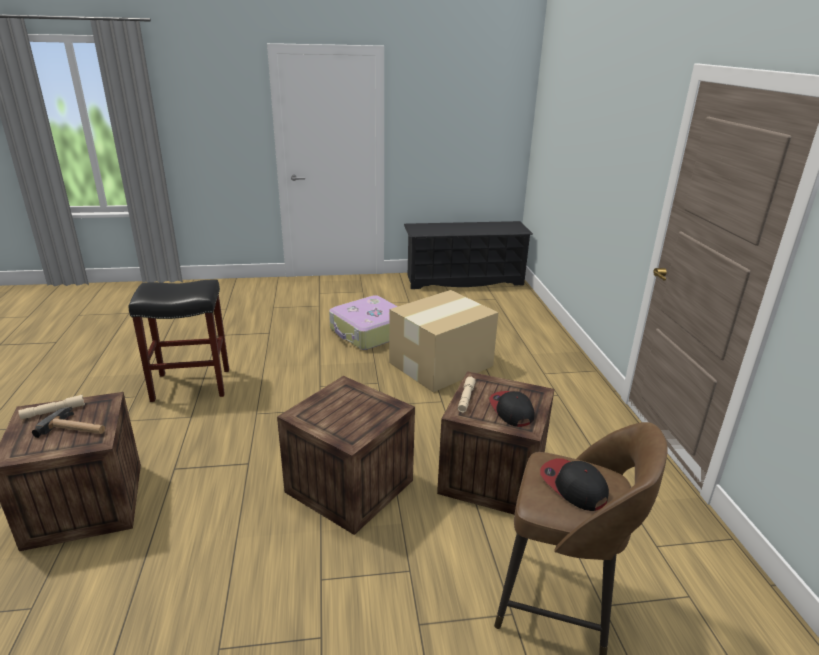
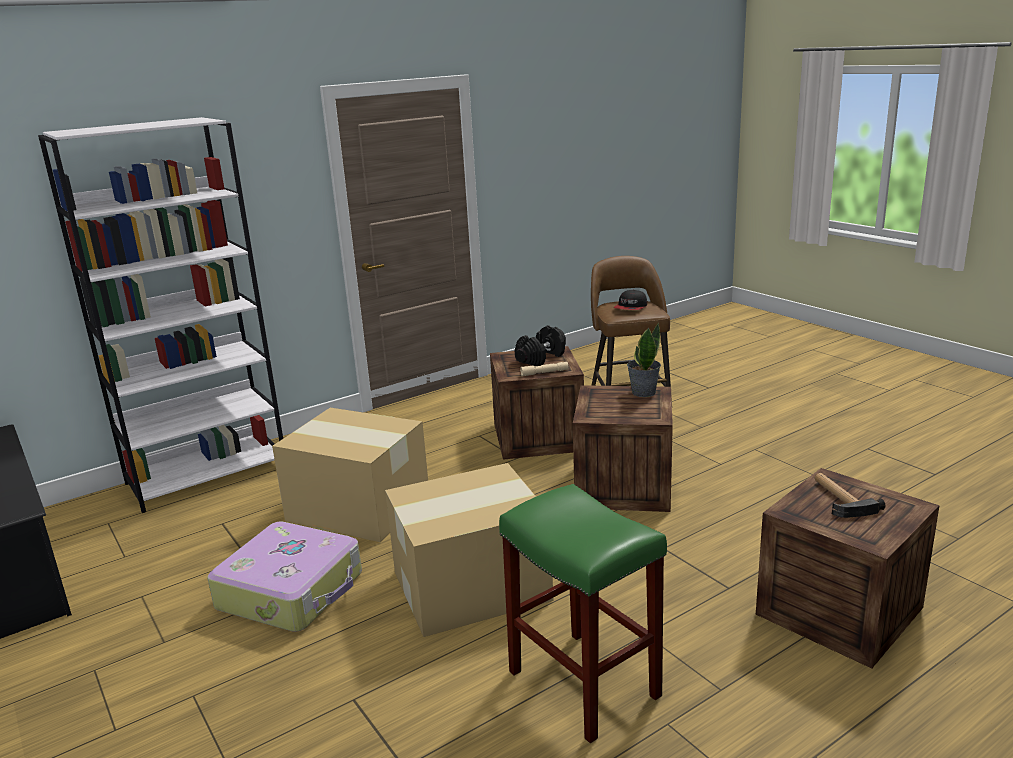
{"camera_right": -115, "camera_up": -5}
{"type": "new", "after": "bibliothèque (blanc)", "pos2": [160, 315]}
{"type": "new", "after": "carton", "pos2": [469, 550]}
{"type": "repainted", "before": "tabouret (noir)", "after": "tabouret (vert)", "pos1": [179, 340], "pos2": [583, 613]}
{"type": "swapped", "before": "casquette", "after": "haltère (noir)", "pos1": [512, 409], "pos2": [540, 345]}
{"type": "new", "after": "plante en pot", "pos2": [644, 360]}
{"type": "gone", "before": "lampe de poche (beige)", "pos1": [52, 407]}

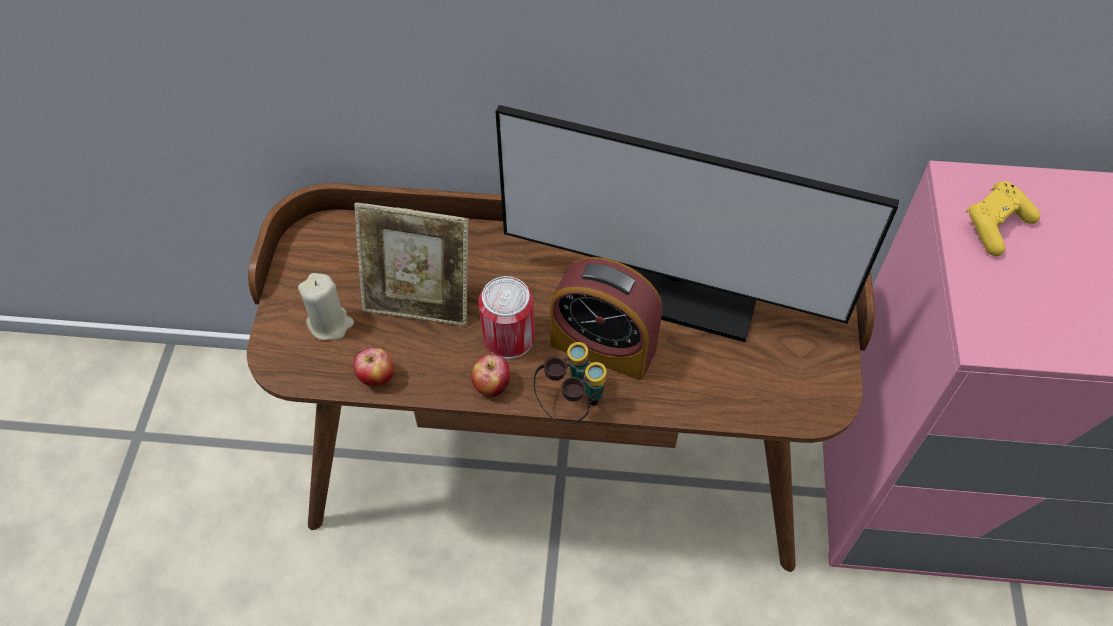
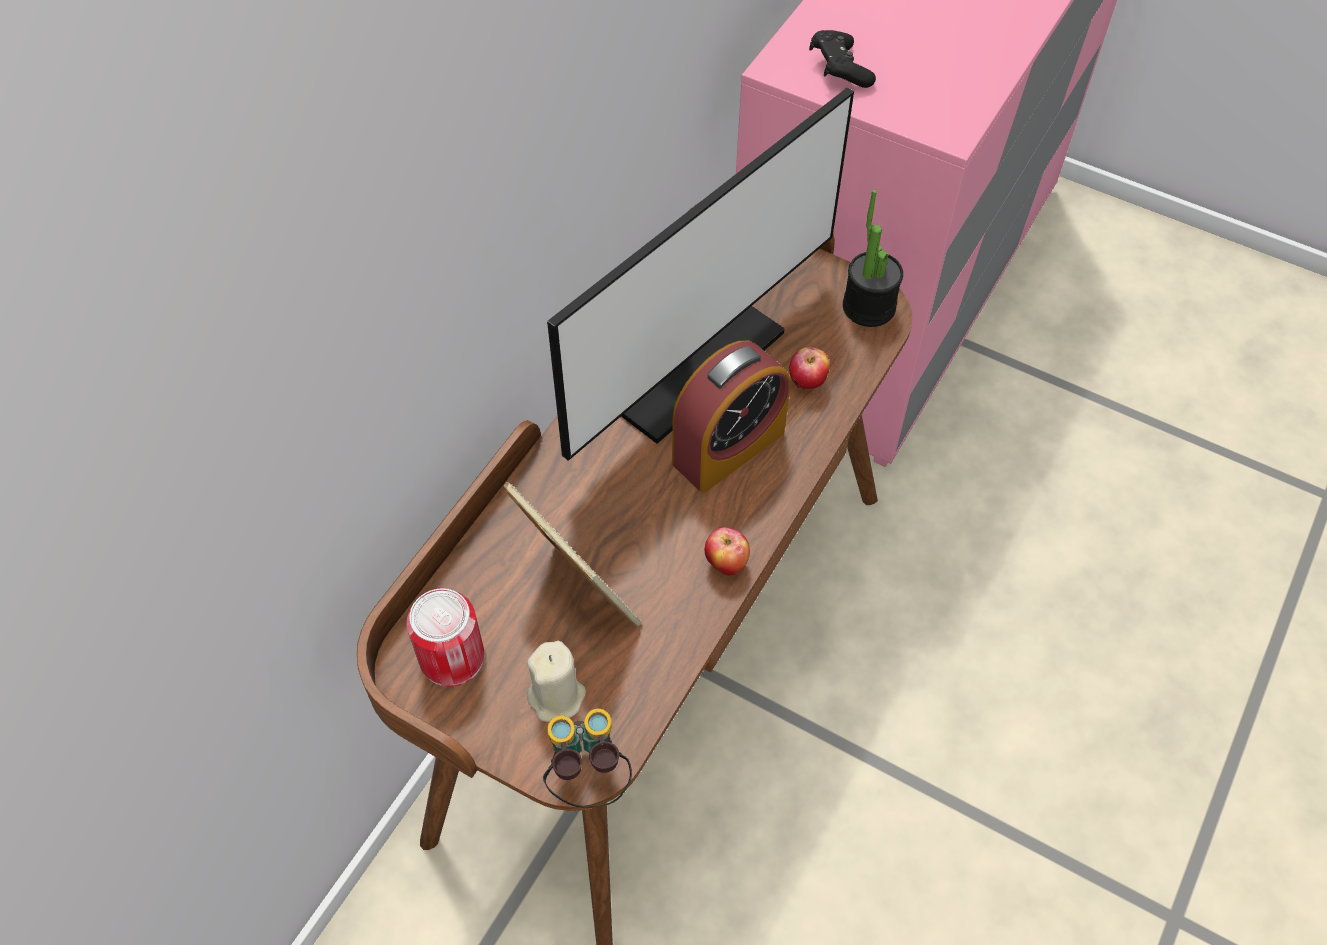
{"camera_right": -65, "camera_up": 0}
{"type": "shifted", "before": "boîte métallique", "pos1": [506, 317], "pos2": [445, 637]}
{"type": "rotated", "before": "cadre photo", "pos1": [411, 264], "pos2": [572, 554], "turn": -75}
{"type": "shifted", "before": "jumelles", "pos1": [570, 383], "pos2": [587, 758]}
{"type": "shifted", "before": "pomme", "pos1": [373, 366], "pos2": [809, 368]}
{"type": "repainted", "before": "manette (jaune)", "after": "manette (noir)", "pos1": [1003, 218], "pos2": [842, 59]}
{"type": "new", "after": "plante en pot", "pos2": [873, 258]}

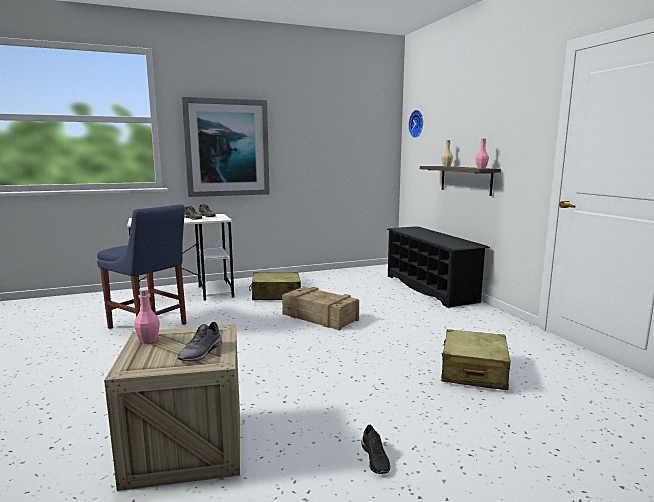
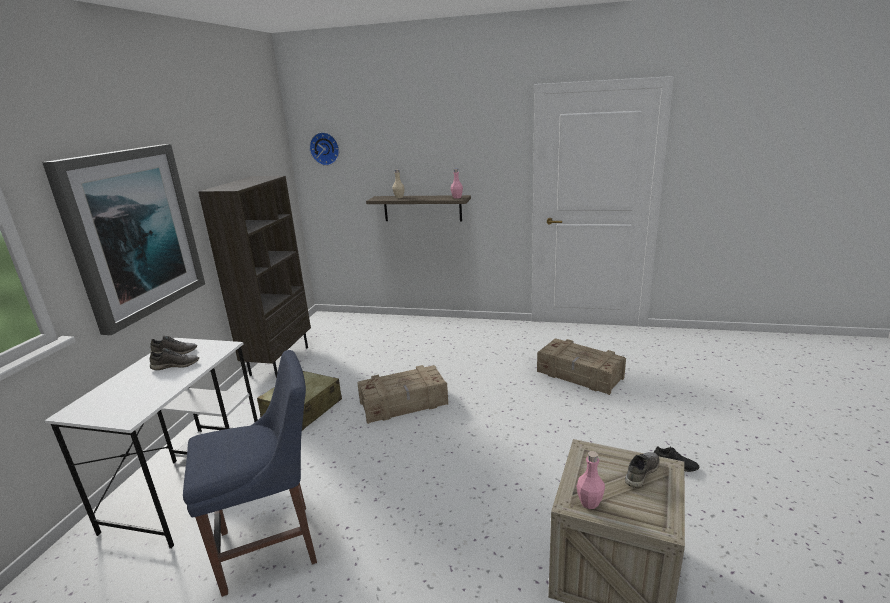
{"camera_right": -55, "camera_up": 10}
{"type": "new", "after": "bibliothèque (marron)", "pos2": [254, 277]}
{"type": "swapped", "before": "valise (beige)", "after": "caisse", "pos1": [476, 359], "pos2": [581, 366]}
{"type": "rotated", "before": "chaussure (gris)", "pos1": [199, 341], "pos2": [642, 470], "turn": -105}
{"type": "gone", "before": "étagère à chaussures (noir)", "pos1": [438, 267]}

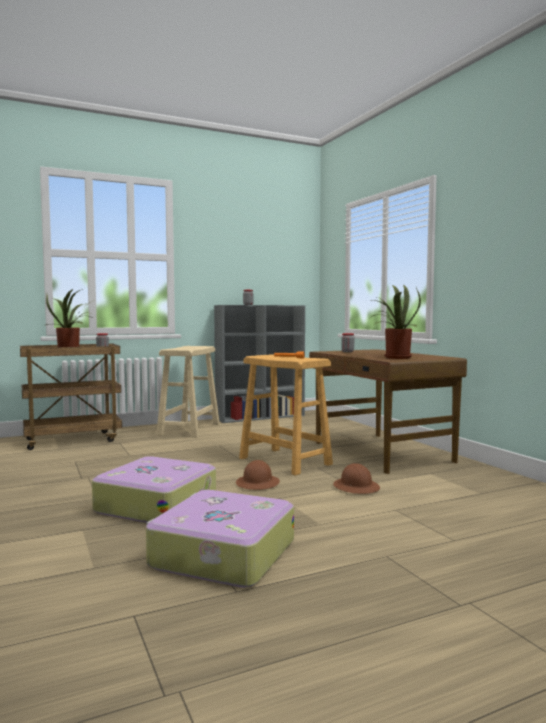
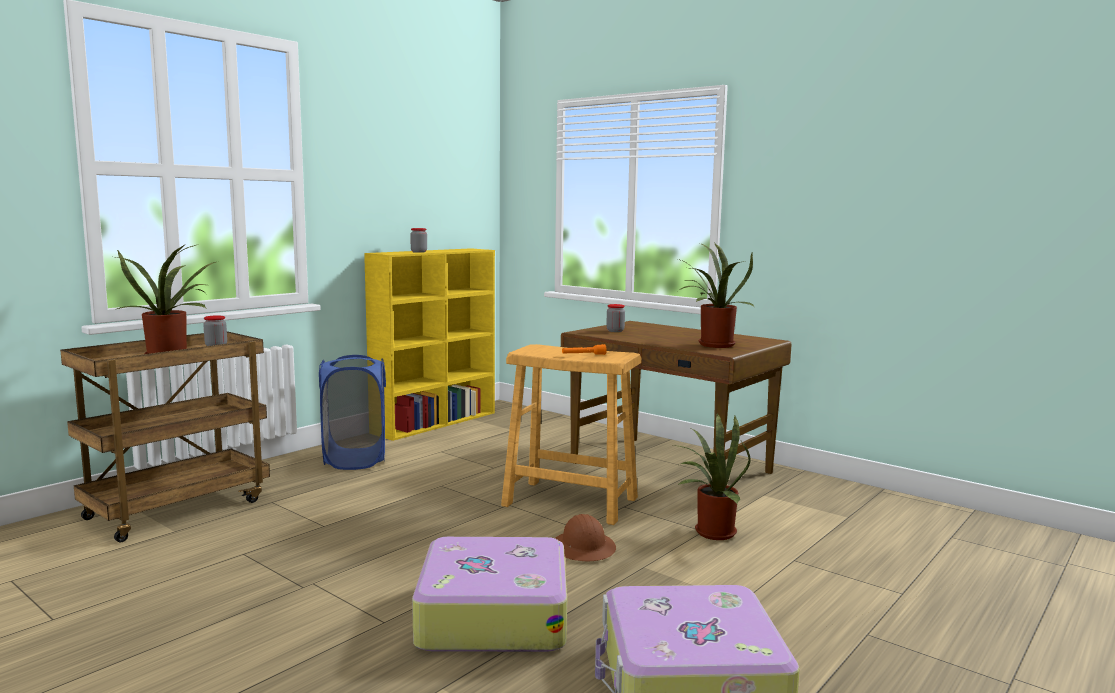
{"camera_right": -25, "camera_up": 5}
{"type": "swapped", "before": "tabouret (beige)", "after": "panier à linge (bleu)", "pos1": [188, 392], "pos2": [352, 412]}
{"type": "repainted", "before": "bibliothèque (gris)", "after": "bibliothèque (jaune)", "pos1": [259, 364], "pos2": [429, 344]}
{"type": "swapped", "before": "casque de chantier (marron)", "after": "plante en pot", "pos1": [356, 478], "pos2": [712, 476]}

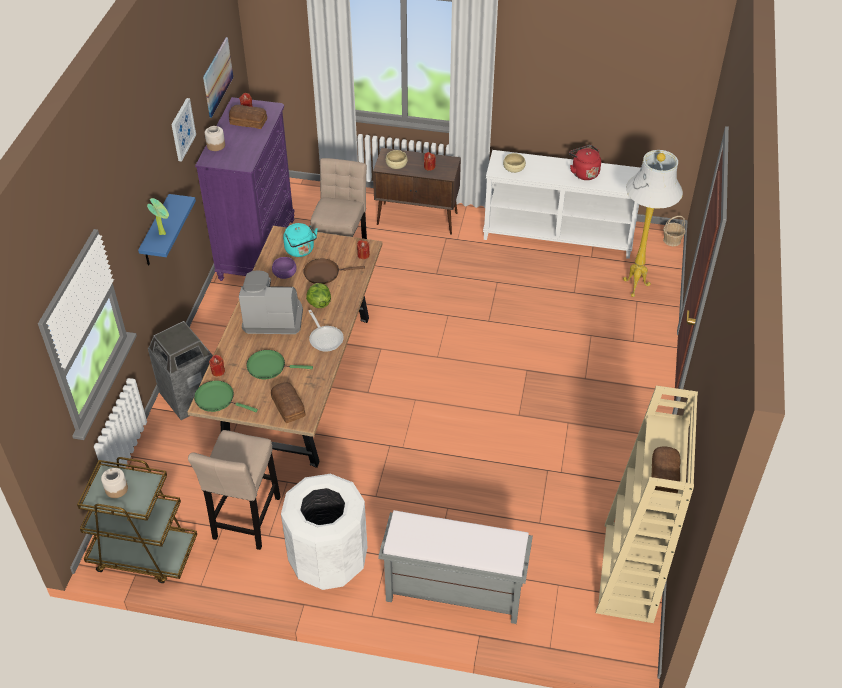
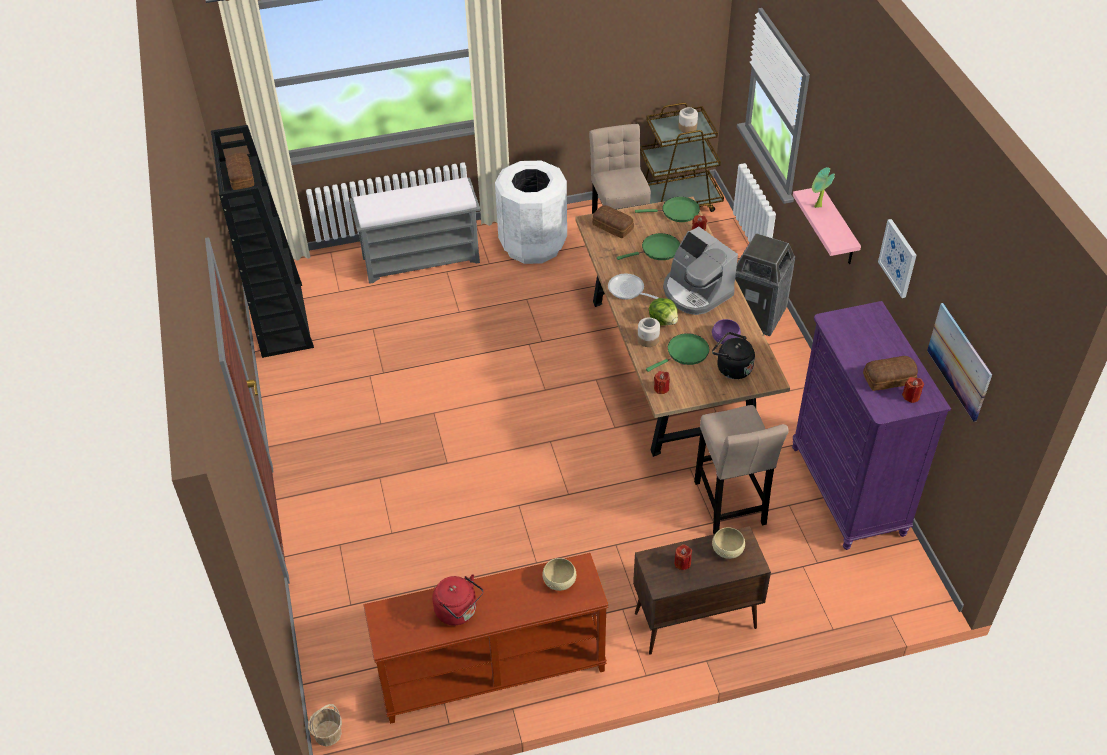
{"camera_right": 155, "camera_up": 0}
{"type": "repainted", "before": "bibliothèque (beige)", "after": "bibliothèque (noir)", "pos1": [647, 504], "pos2": [262, 241]}
{"type": "repainted", "before": "table console (blanc)", "after": "table console (marron)", "pos1": [561, 204], "pos2": [485, 638]}
{"type": "shifted", "before": "bocal", "pos1": [215, 138], "pos2": [648, 332]}
{"type": "repainted", "before": "poêle (marron)", "after": "poêle (vert)", "pos1": [334, 271], "pos2": [677, 352]}
{"type": "rotated", "before": "machine à café", "pos1": [271, 302], "pos2": [700, 270], "turn": 75}
{"type": "repainted", "before": "bouilloire (turquoise)", "after": "bouilloire (noir)", "pos1": [300, 240], "pos2": [733, 355]}
{"type": "repainted", "before": "étagère (bleu)", "after": "étagère (rose)", "pos1": [167, 230], "pos2": [827, 226]}
{"type": "gone", "before": "lampadaire (blanc)", "pos1": [653, 223]}

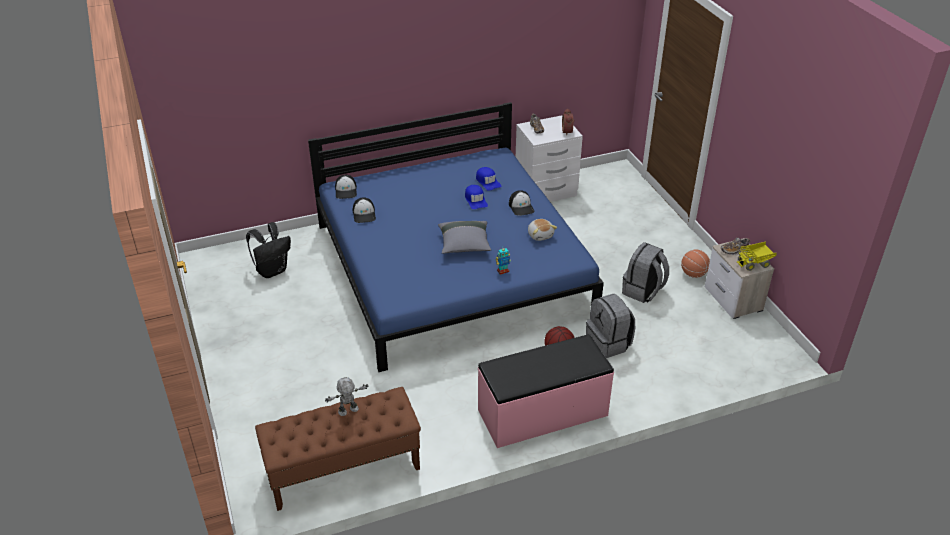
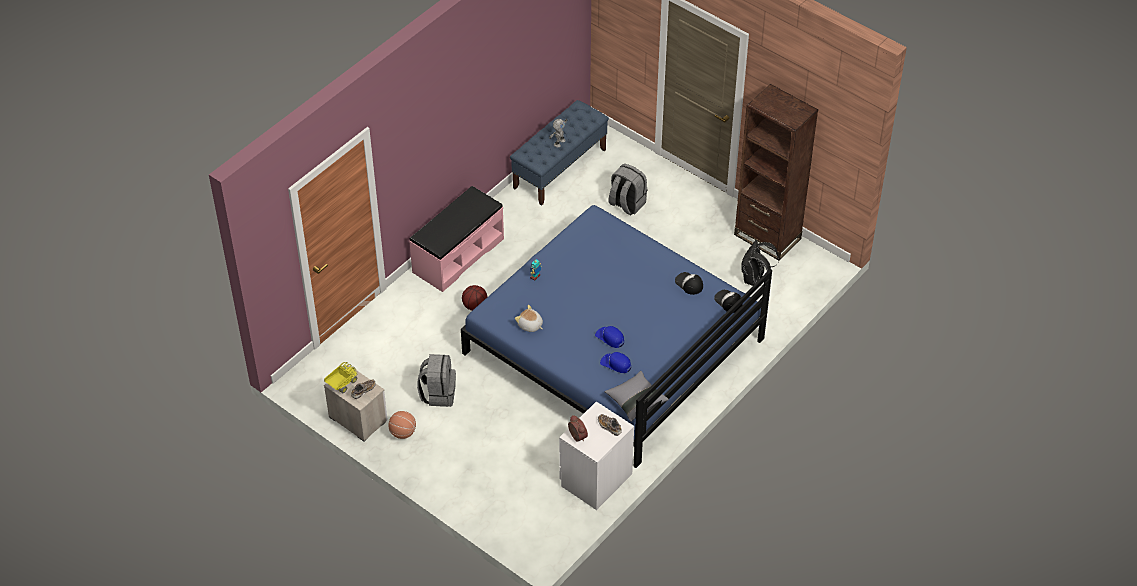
{"camera_right": 150, "camera_up": 10}
{"type": "repainted", "before": "banc (marron)", "after": "banc (bleu)", "pos1": [338, 449], "pos2": [559, 152]}
{"type": "shifted", "before": "coussin (gris)", "pos1": [464, 237], "pos2": [636, 396]}
{"type": "shifted", "before": "sac à dos (gris)", "pos1": [610, 326], "pos2": [627, 189]}
{"type": "new", "after": "bibliothèque (marron)", "pos2": [776, 172]}
{"type": "gone", "before": "casquette", "pos1": [522, 203]}

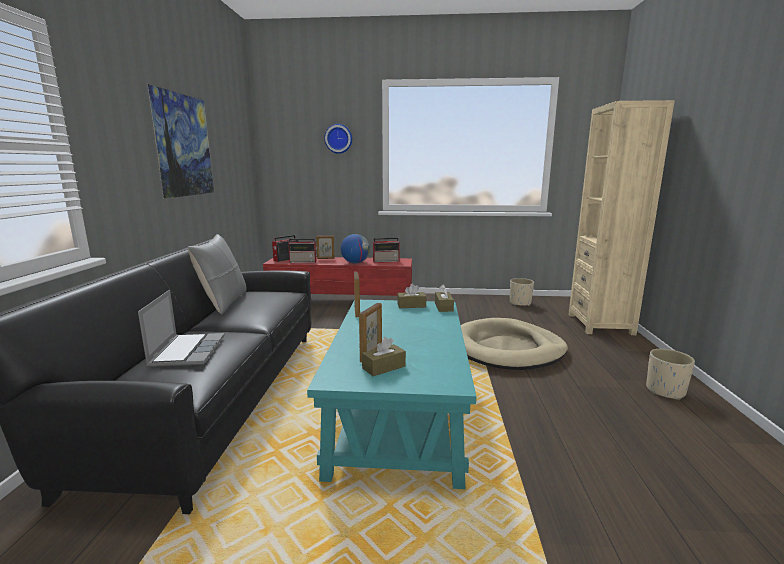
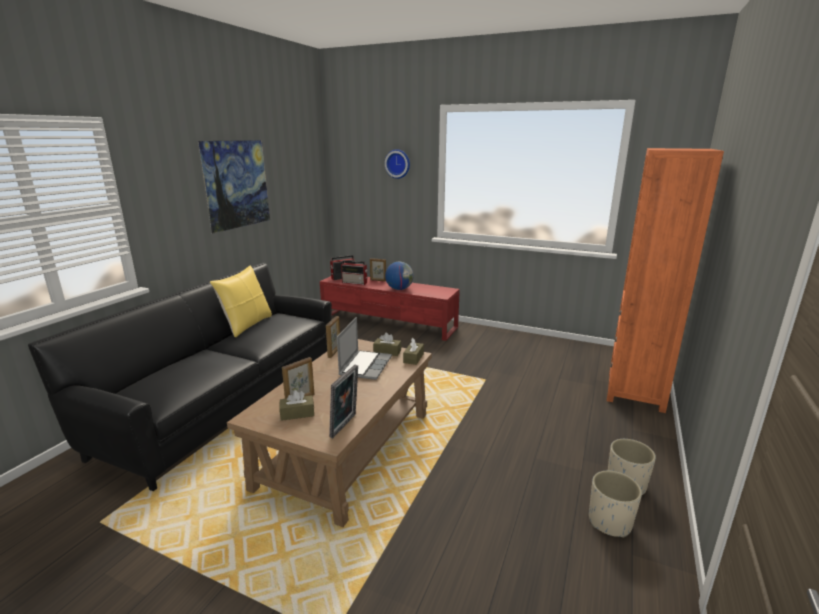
{"camera_right": 20, "camera_up": 5}
{"type": "repainted", "before": "coussin (gris)", "after": "coussin (jaune)", "pos1": [217, 274], "pos2": [241, 302]}
{"type": "repainted", "before": "table basse (turquoise)", "after": "table basse (marron)", "pos1": [392, 394], "pos2": [329, 433]}
{"type": "new", "after": "cadre photo", "pos2": [343, 401]}
{"type": "shifted", "before": "ordinateur portable", "pos1": [181, 328], "pos2": [364, 348]}
{"type": "shifted", "before": "cache-pot (beige)", "pos1": [522, 292], "pos2": [615, 504]}
{"type": "repainted", "before": "bibliothèque (beige)", "after": "bibliothèque (orange)", "pos1": [621, 217], "pos2": [665, 280]}
{"type": "gone", "before": "radio", "pos1": [386, 250]}
{"type": "gone", "before": "panier pour chien (beige)", "pos1": [514, 344]}

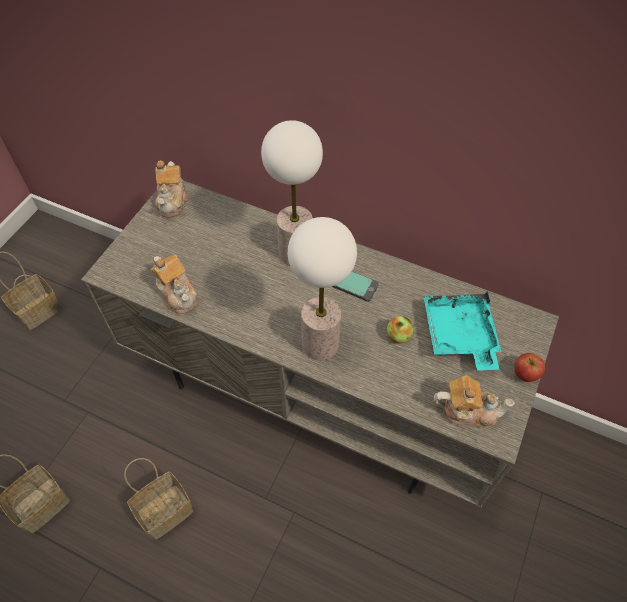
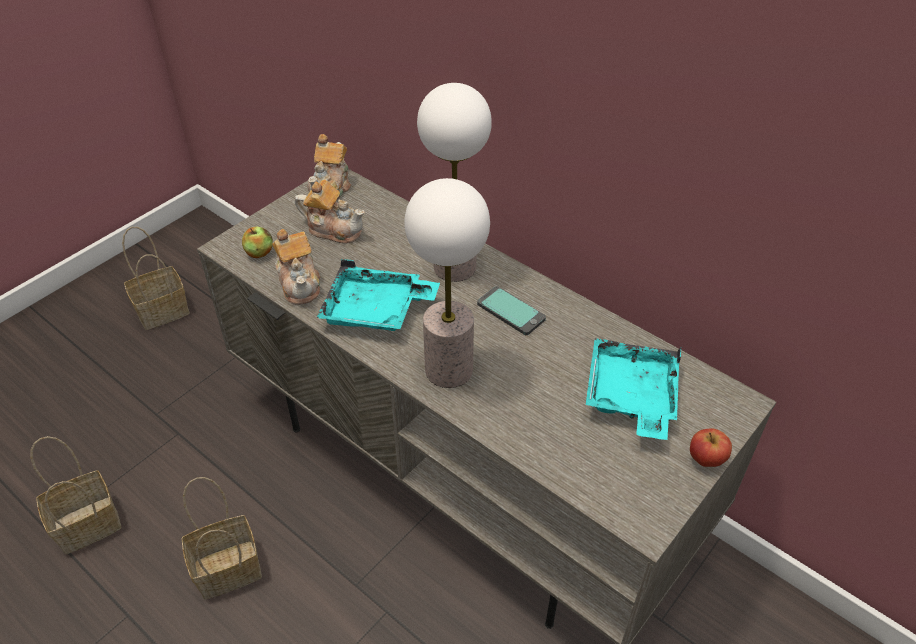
{"camera_right": 15, "camera_up": -10}
{"type": "shifted", "before": "pomme", "pos1": [400, 330], "pos2": [257, 242]}
{"type": "shifted", "before": "théière", "pos1": [474, 402], "pos2": [329, 211]}
{"type": "new", "after": "plateau (turquoise)", "pos2": [378, 295]}

